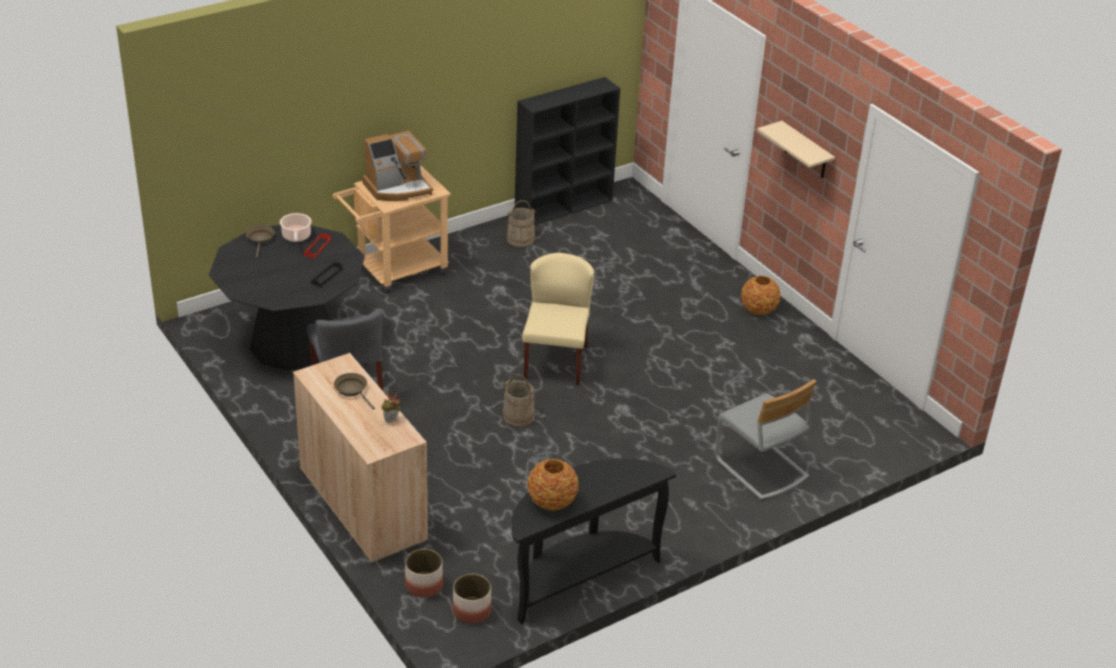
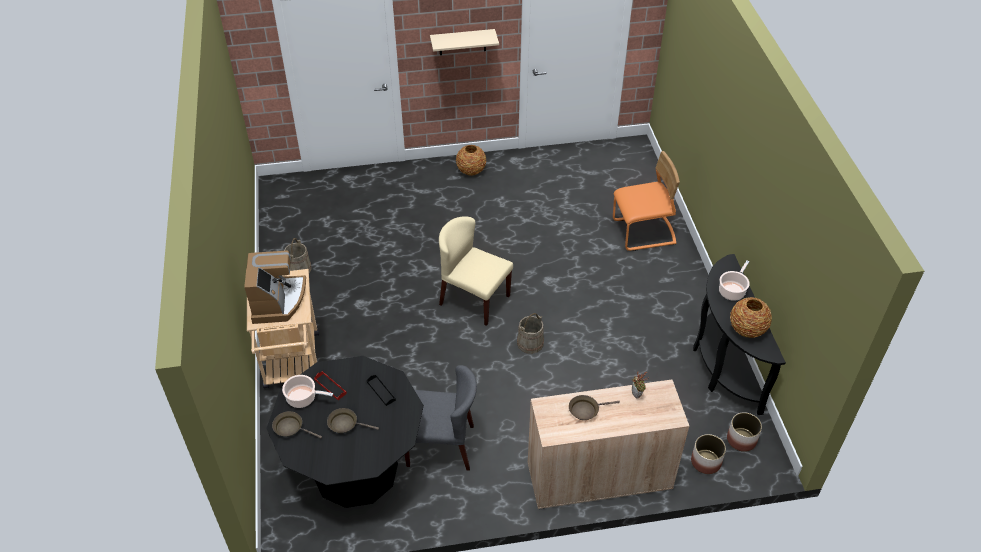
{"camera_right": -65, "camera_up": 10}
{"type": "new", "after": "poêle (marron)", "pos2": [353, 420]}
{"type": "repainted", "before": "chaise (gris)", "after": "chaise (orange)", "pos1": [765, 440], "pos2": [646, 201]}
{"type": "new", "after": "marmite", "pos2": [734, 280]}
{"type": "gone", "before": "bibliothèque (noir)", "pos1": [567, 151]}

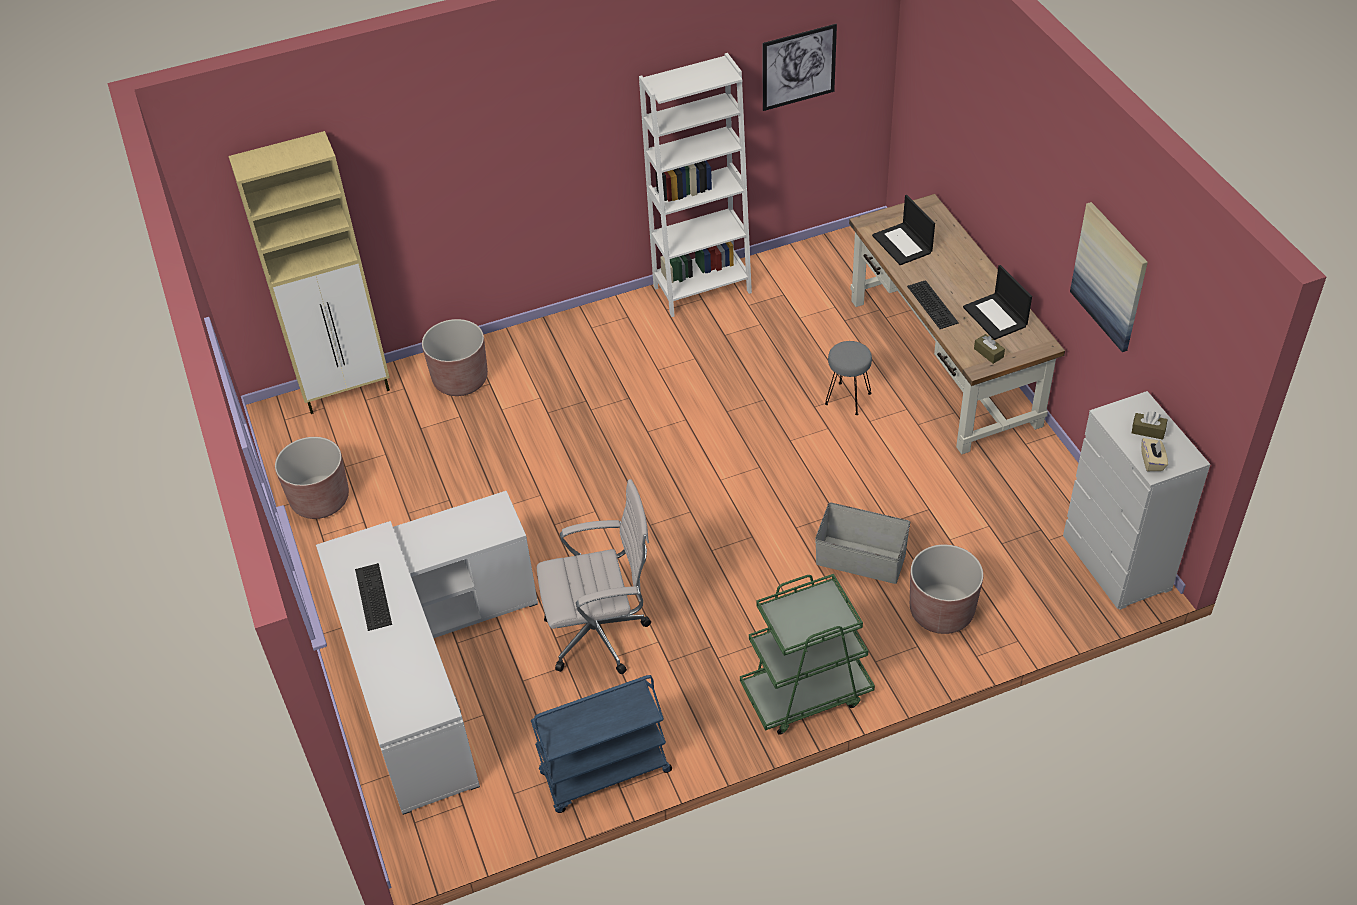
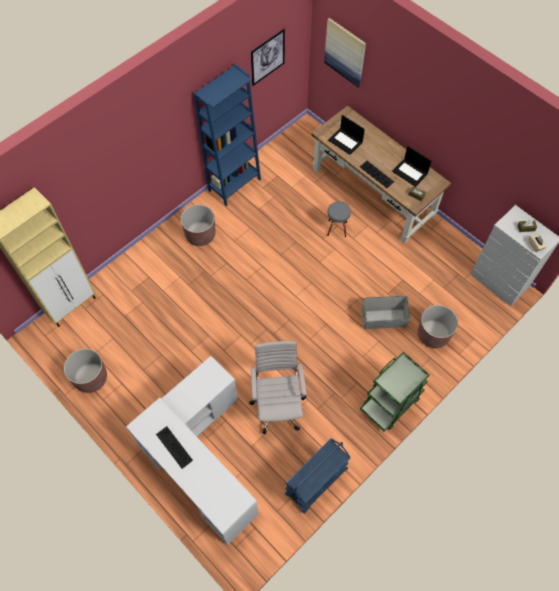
{"camera_right": -25, "camera_up": 15}
{"type": "shifted", "before": "cache-pot (marron)", "pos1": [455, 357], "pos2": [198, 225]}
{"type": "repainted", "before": "bibliothèque (blanc)", "after": "bibliothèque (bleu)", "pos1": [695, 185], "pos2": [227, 135]}
{"type": "rotated", "before": "chaise de bureau (blanc)", "pos1": [594, 576], "pos2": [277, 387], "turn": -60}
{"type": "shifted", "before": "tableau", "pos1": [1109, 277], "pos2": [345, 52]}

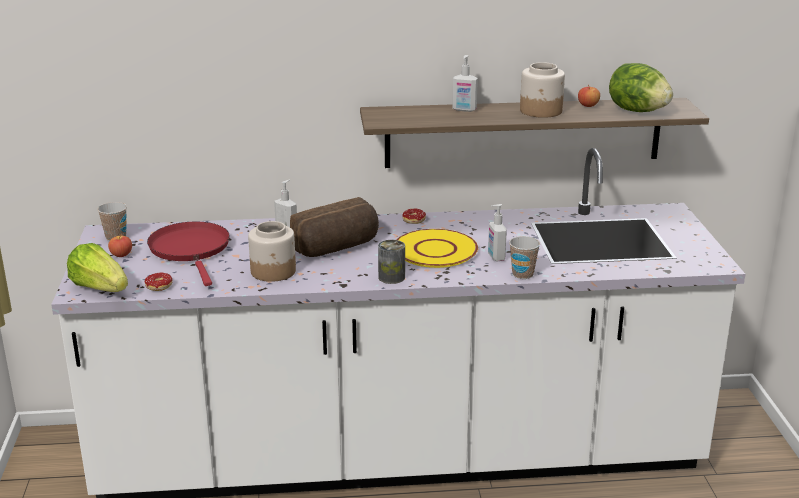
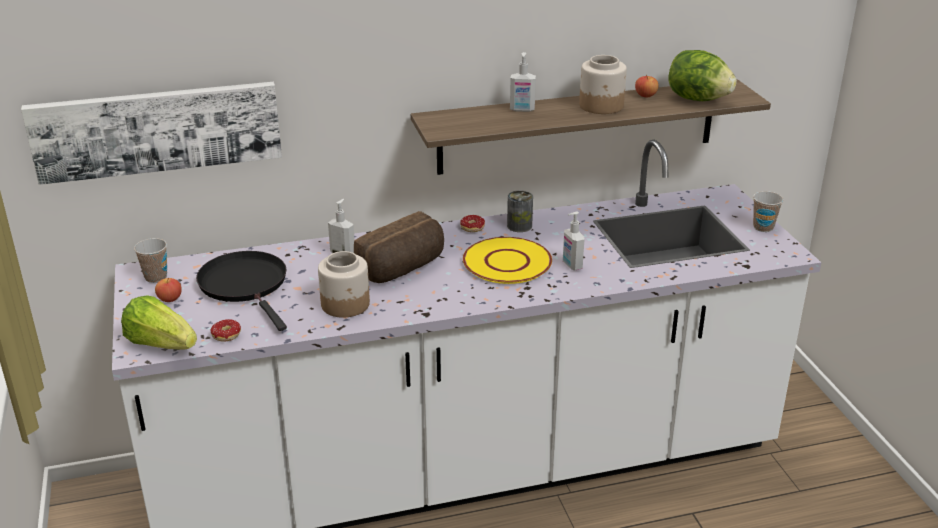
{"camera_right": -10, "camera_up": 5}
{"type": "new", "after": "tableau", "pos2": [151, 133]}
{"type": "repainted", "before": "poêle (rouge)", "after": "poêle (noir)", "pos1": [188, 253], "pos2": [241, 291]}
{"type": "shifted", "before": "boîte métallique", "pos1": [391, 262], "pos2": [520, 211]}
{"type": "shifted", "before": "tasse", "pos1": [524, 257], "pos2": [768, 211]}

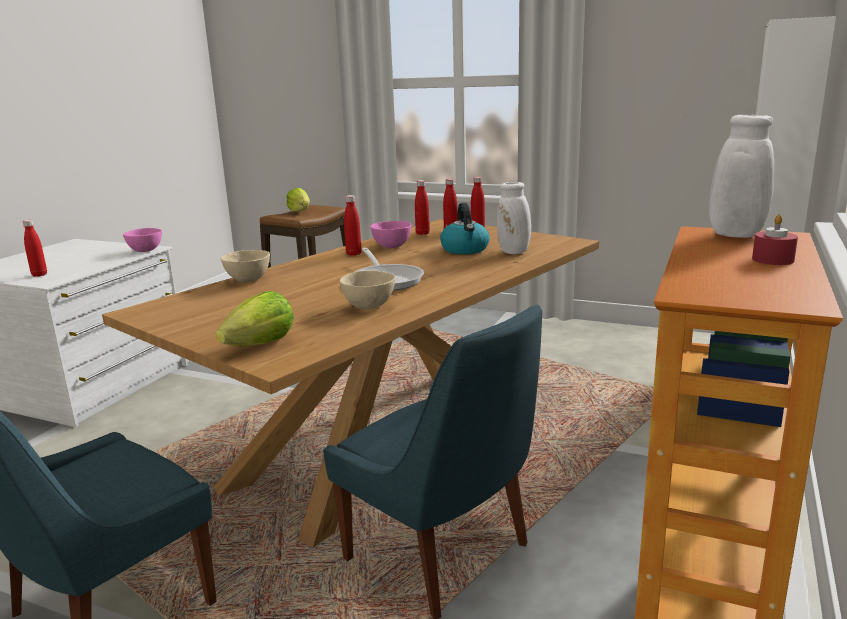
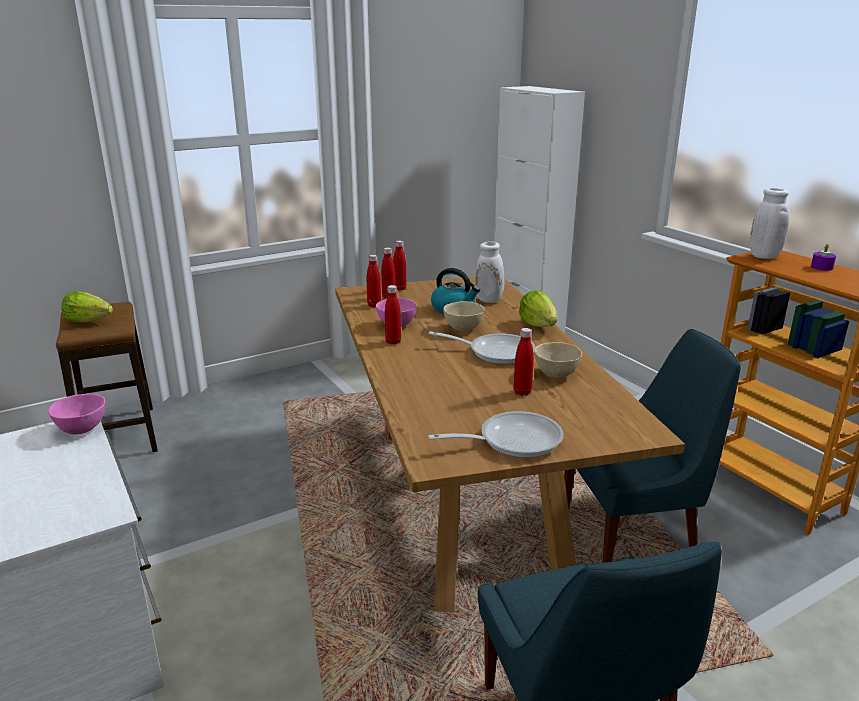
{"camera_right": -55, "camera_up": 5}
{"type": "new", "after": "poêle", "pos2": [496, 434]}
{"type": "shifted", "before": "bol (beige)", "pos1": [245, 266], "pos2": [464, 316]}
{"type": "shifted", "before": "bouteille (rouge)", "pos1": [35, 248], "pos2": [524, 362]}
{"type": "shifted", "before": "laitue", "pos1": [255, 318], "pos2": [538, 308]}
{"type": "repainted", "before": "bougie (rouge)", "after": "bougie (violet)", "pos1": [775, 240], "pos2": [823, 257]}

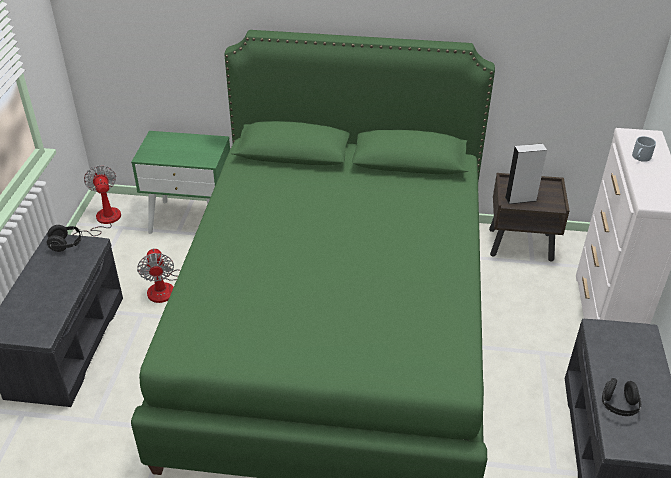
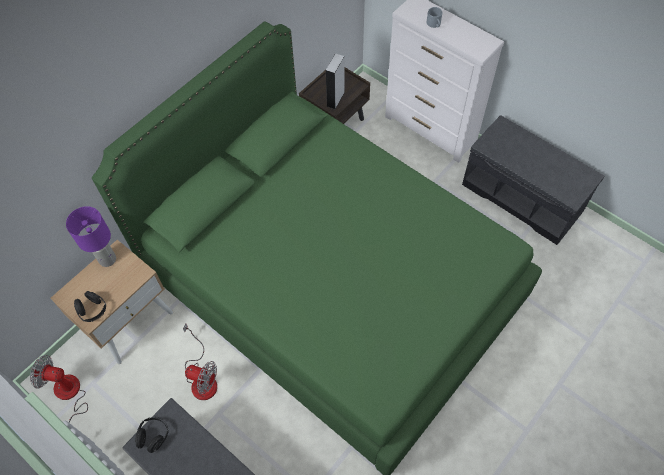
{"camera_right": -55, "camera_up": 20}
{"type": "repainted", "before": "table de chevet (vert)", "after": "table de chevet (beige)", "pos1": [180, 182], "pos2": [111, 302]}
{"type": "new", "after": "lampe de table (violet)", "pos2": [91, 236]}
{"type": "shifted", "before": "casque audio (noir)", "pos1": [621, 397], "pos2": [90, 306]}

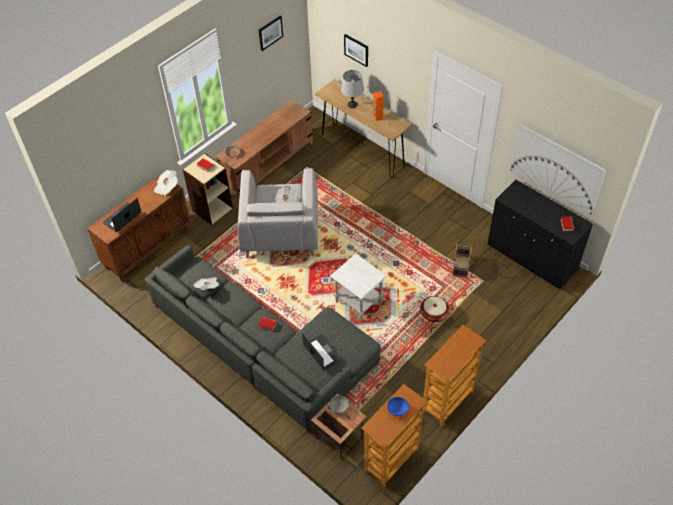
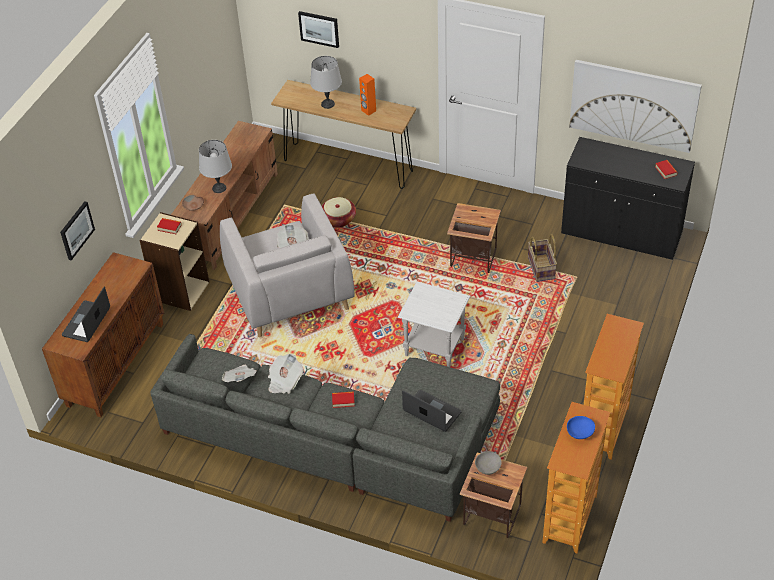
{"camera_right": -20, "camera_up": -5}
{"type": "shifted", "before": "tableau", "pos1": [271, 33], "pos2": [77, 231]}
{"type": "new", "after": "lampe de table (gris)", "pos2": [215, 166]}
{"type": "shifted", "before": "journal", "pos1": [166, 183], "pos2": [285, 374]}
{"type": "shifted", "before": "panier", "pos1": [435, 309], "pos2": [339, 212]}
{"type": "new", "after": "table d'appoint", "pos2": [474, 238]}

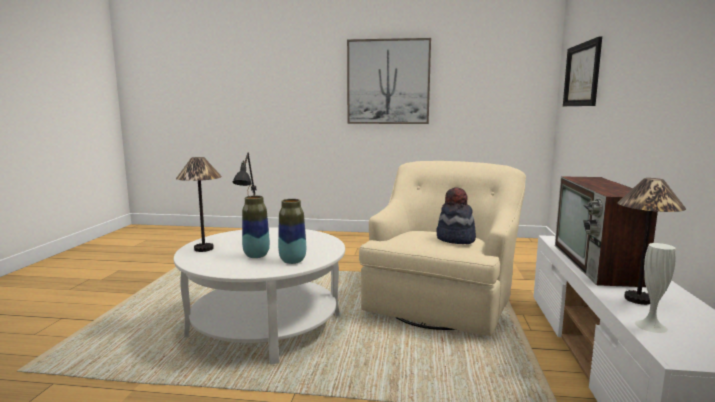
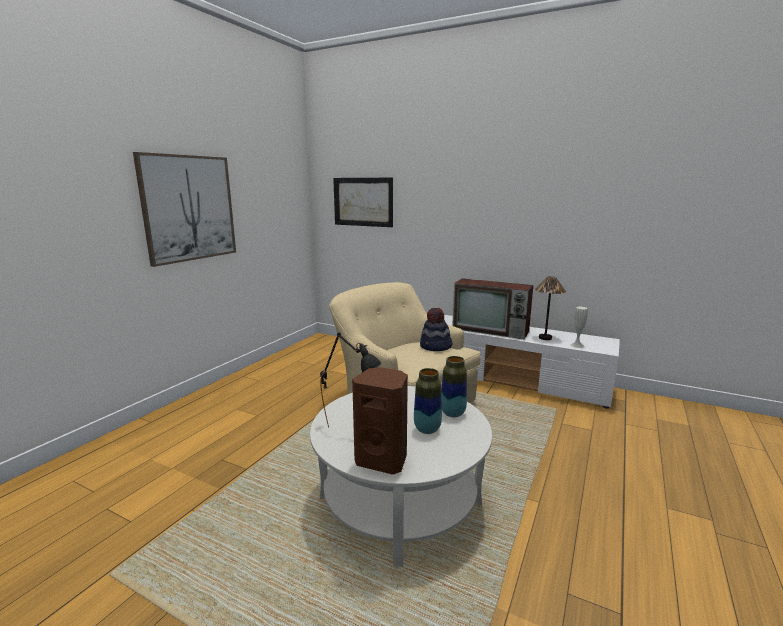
{"camera_right": -70, "camera_up": 5}
{"type": "swapped", "before": "lampe de table", "after": "enceinte (marron)", "pos1": [199, 204], "pos2": [380, 421]}

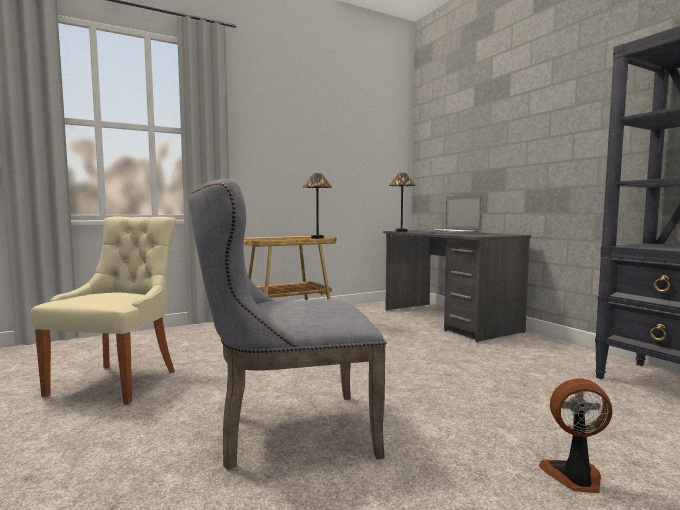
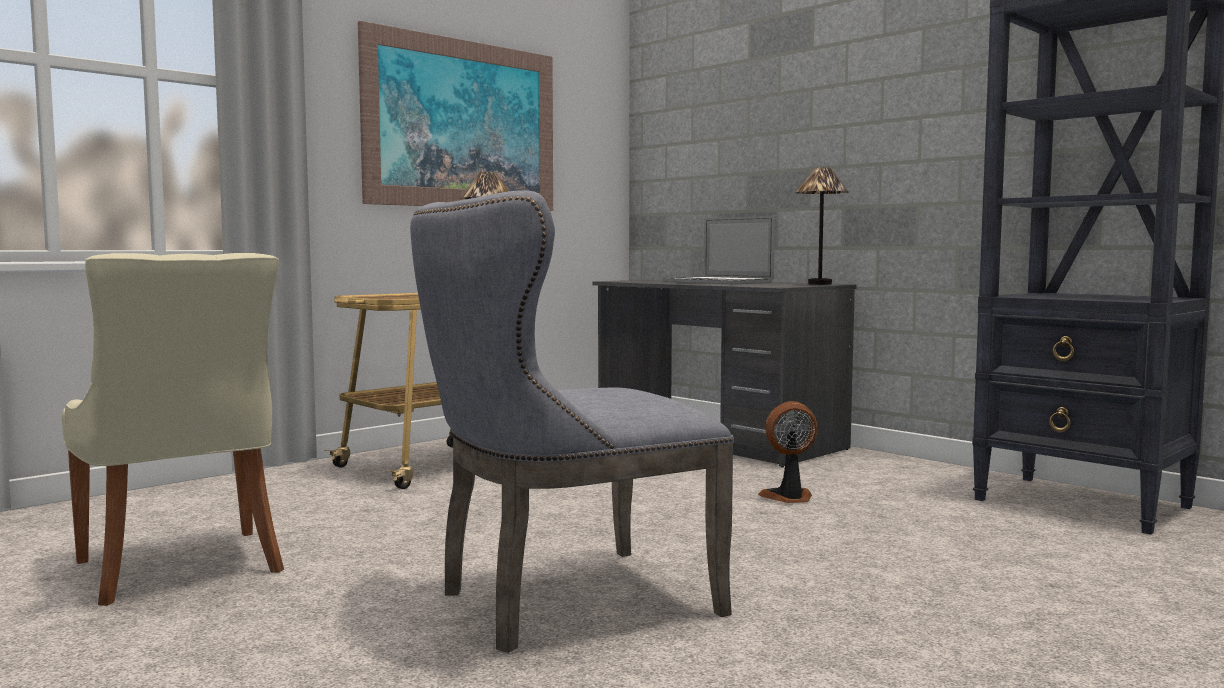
{"camera_right": -15, "camera_up": 0}
{"type": "rotated", "before": "chaise (beige)", "pos1": [103, 311], "pos2": [173, 429], "turn": 150}
{"type": "new", "after": "tableau", "pos2": [455, 116]}
{"type": "shifted", "before": "ventilateur", "pos1": [576, 435], "pos2": [788, 452]}
{"type": "shifted", "before": "lampe de table", "pos1": [402, 202], "pos2": [822, 226]}

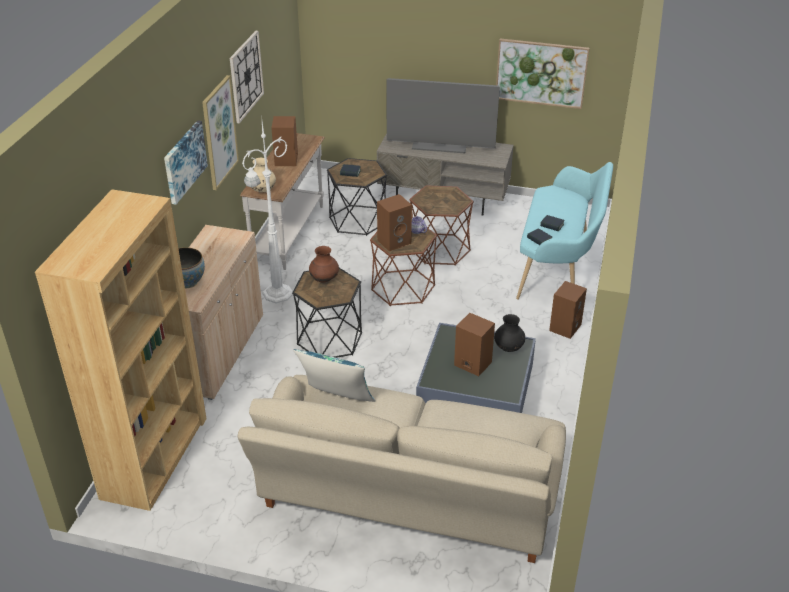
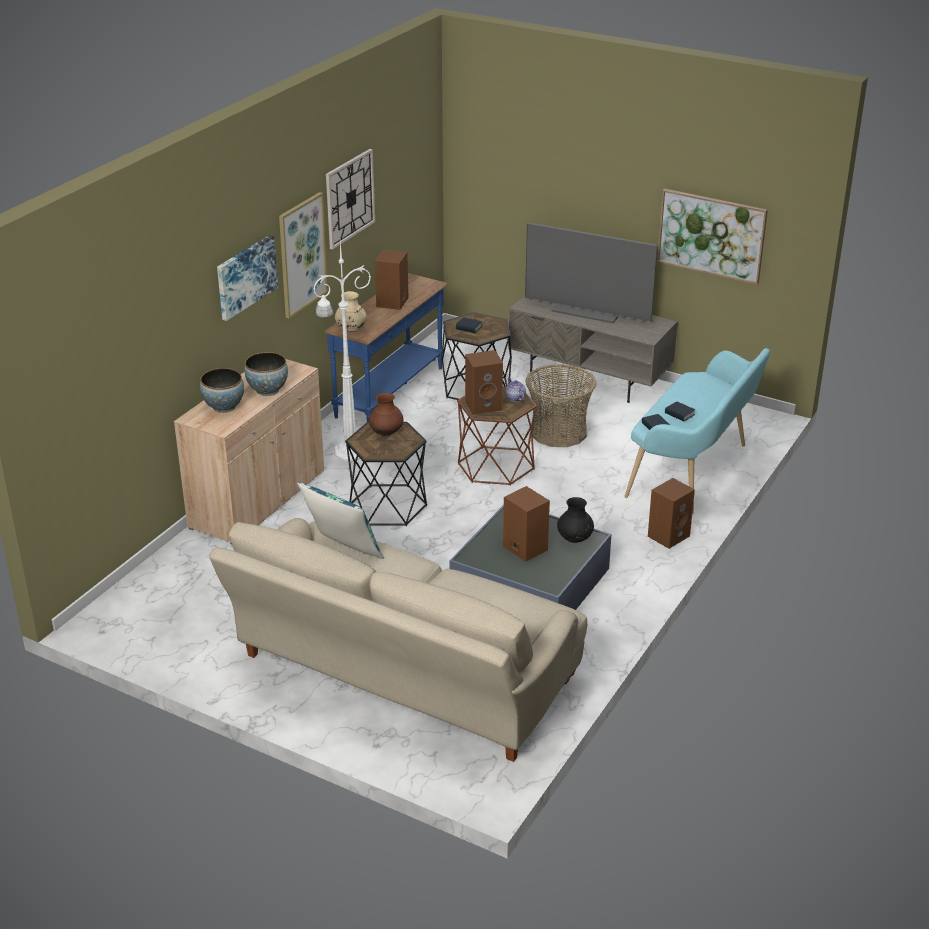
{"camera_right": 15, "camera_up": -5}
{"type": "new", "after": "bol", "pos2": [266, 374]}
{"type": "repainted", "before": "table console (blanc)", "after": "table console (bleu)", "pos1": [282, 201], "pos2": [386, 347]}
{"type": "swapped", "before": "table d'appoint (marron)", "after": "panier", "pos1": [441, 225], "pos2": [561, 405]}
{"type": "gone", "before": "bibliothèque (marron)", "pos1": [121, 350]}

